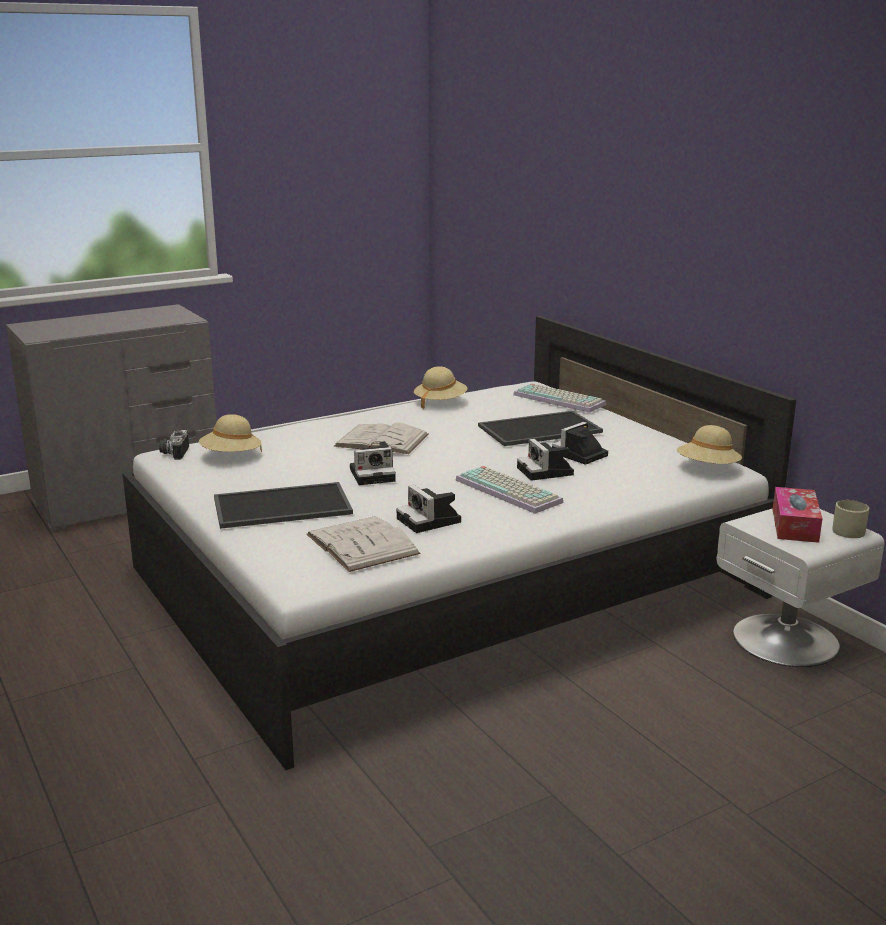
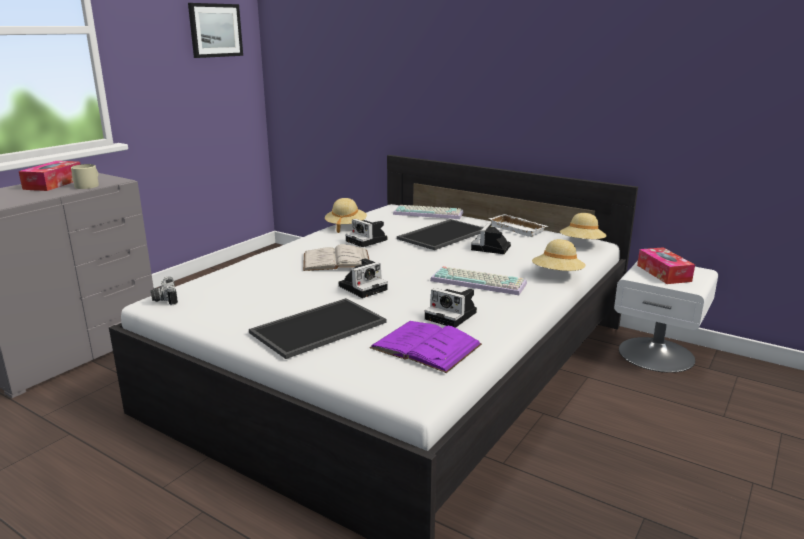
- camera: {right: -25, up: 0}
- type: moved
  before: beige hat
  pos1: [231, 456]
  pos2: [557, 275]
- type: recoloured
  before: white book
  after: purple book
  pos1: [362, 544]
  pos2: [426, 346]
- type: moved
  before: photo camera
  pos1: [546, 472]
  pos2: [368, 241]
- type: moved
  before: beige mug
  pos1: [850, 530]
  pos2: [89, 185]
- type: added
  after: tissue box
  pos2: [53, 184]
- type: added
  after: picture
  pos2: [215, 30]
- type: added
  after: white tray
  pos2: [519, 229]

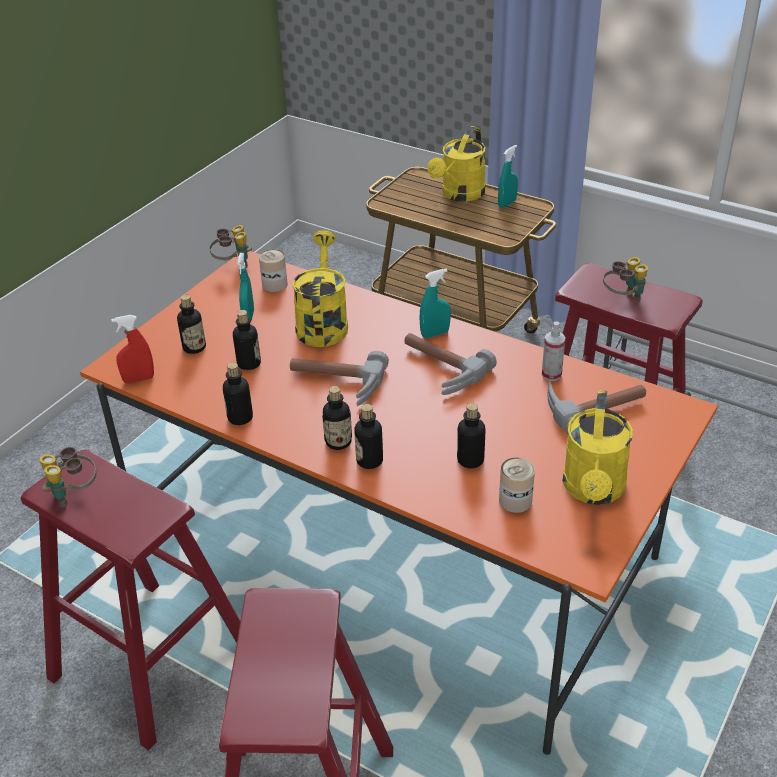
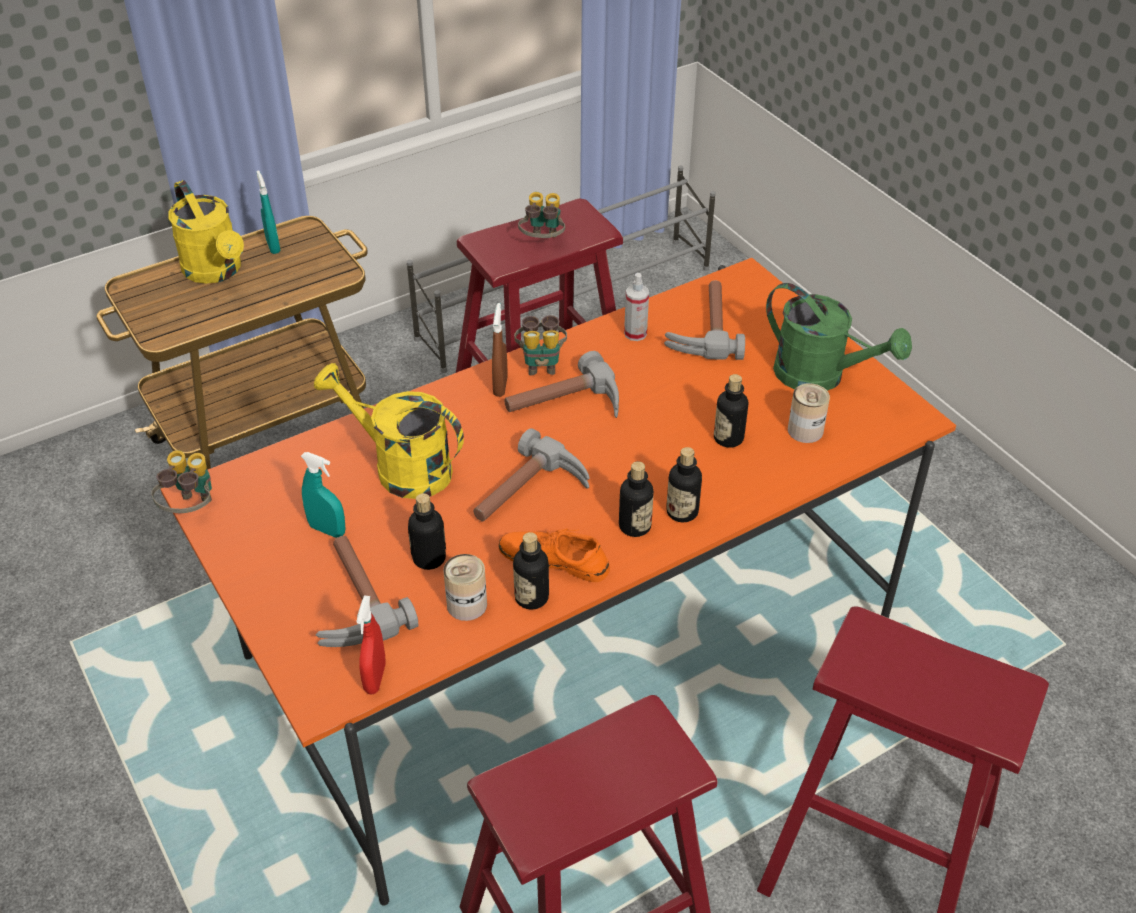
- camera: {right: -65, up: 5}
- type: moved
  before: binoculars
  pos1: [74, 494]
  pos2: [541, 364]
- type: replaced
  before: bottle
  after: hammer
  pos1: [194, 347]
  pos2: [350, 602]
- type: moved
  before: can
  pos1: [275, 285]
  pos2: [467, 604]
- type: recoloured
  before: turquoise spray bottle
  after: brown spray bottle
  pos1: [435, 334]
  pos2: [500, 386]
- type: recoloured
  before: yellow watering can
  after: green watering can
  pos1: [593, 491]
  pos2: [821, 376]
- type: added
  after: orange shoe
  pos2: [554, 560]

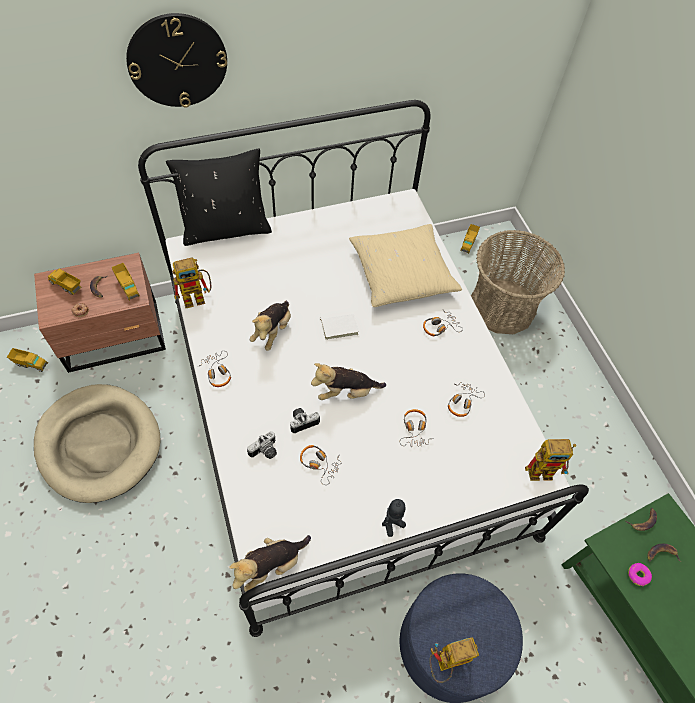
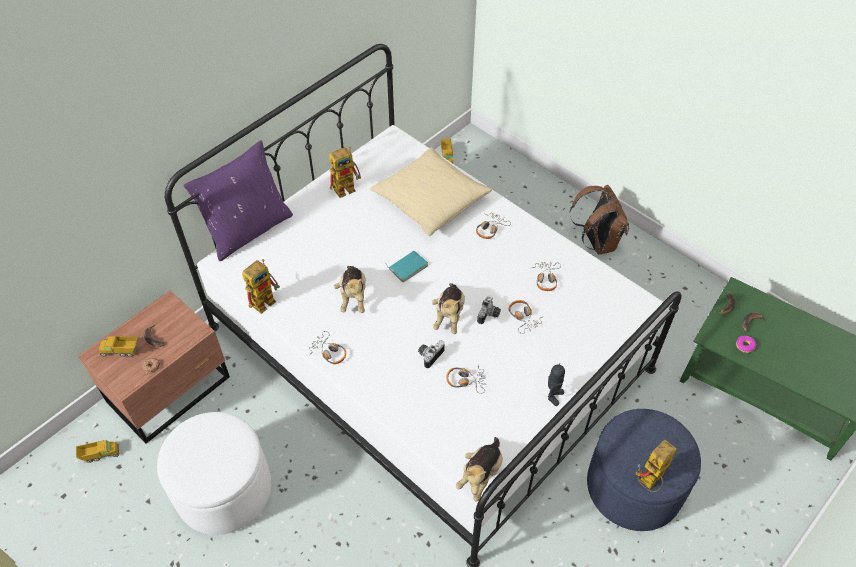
- camera: {right: -25, up: -5}
- type: replaced
  before: beige dog bed
  after: white ottoman
  pos1: [99, 444]
  pos2: [224, 490]
- type: removed
  before: toy truck
  pos1: [128, 287]
- type: removed
  before: wall clock
  pos1: [177, 61]
- type: recoloured
  before: black pillow
  after: purple pillow
  pos1: [226, 228]
  pos2: [248, 229]
- type: moved
  before: photo camera
  pos1: [265, 452]
  pos2: [489, 315]
- type: turned
  before: plush toy
  pos1: [346, 392]
  pos2: [449, 315]
  turn: -45
- type: recoloured
  before: white book
  after: turquoise book
  pos1: [339, 327]
  pos2: [407, 267]
- type: removed
  before: basket
  pos1: [502, 307]
- type: moved
  before: toy robot
  pos1: [545, 470]
  pos2: [348, 187]
- type: added
  after: brown backpack
  pos2: [596, 242]

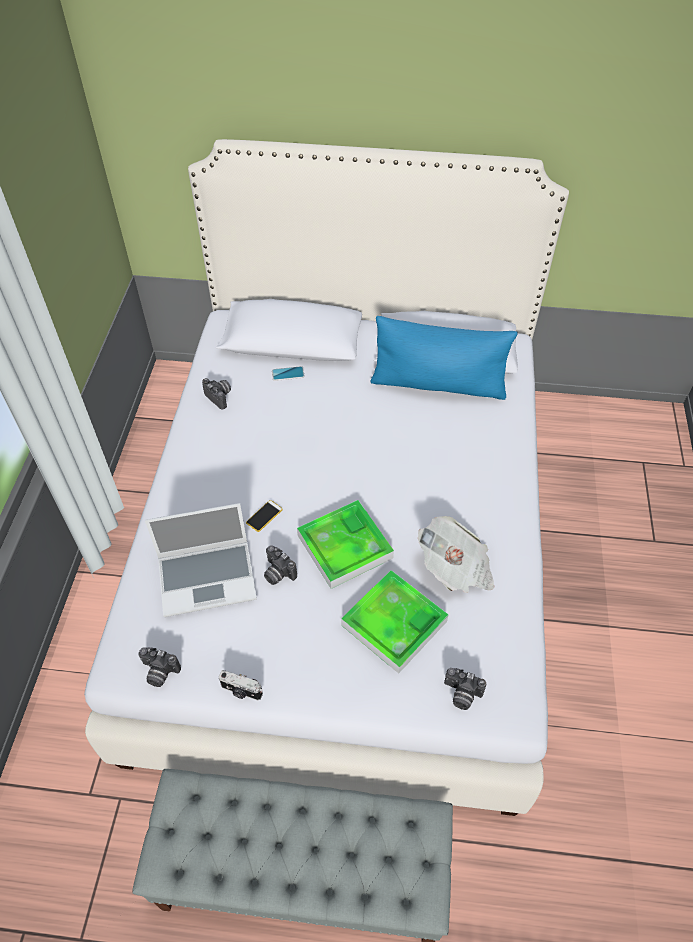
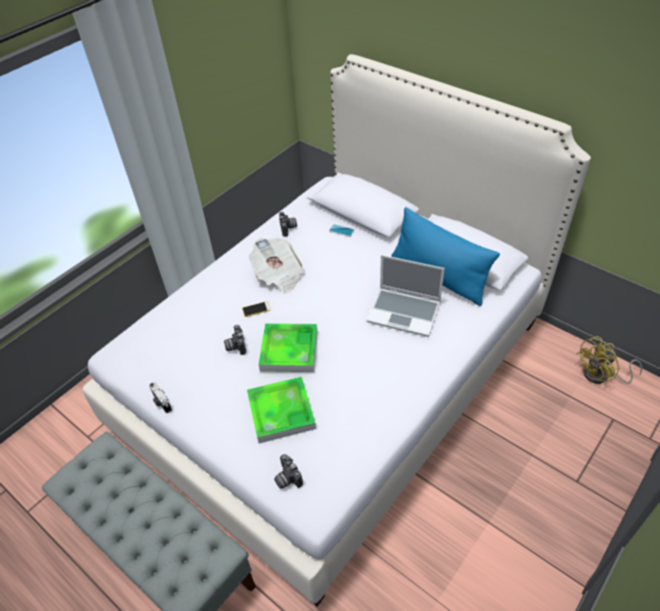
- camera: {right: 35, up: -5}
- type: removed
  before: photo camera
  pos1: [159, 673]
- type: moved
  before: laptop
  pos1: [208, 577]
  pos2: [405, 312]
- type: moved
  before: newspaper
  pos1: [455, 568]
  pos2: [279, 275]
- type: added
  after: yellow fan
  pos2: [601, 376]

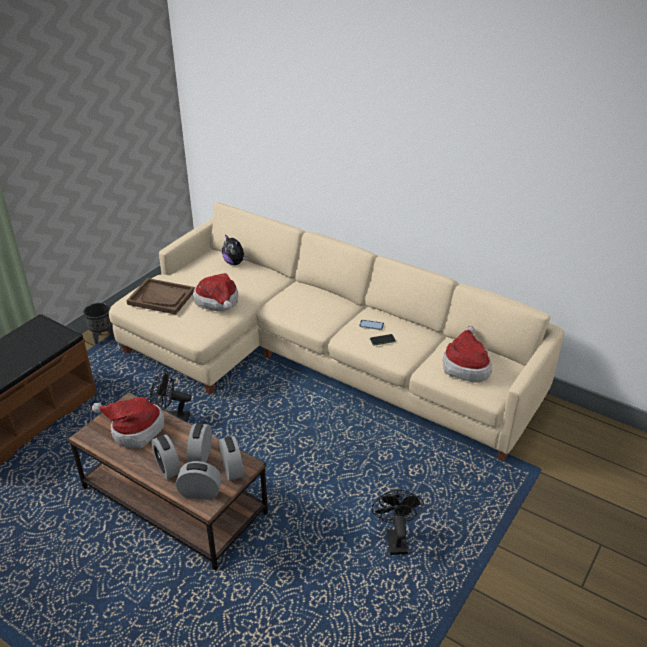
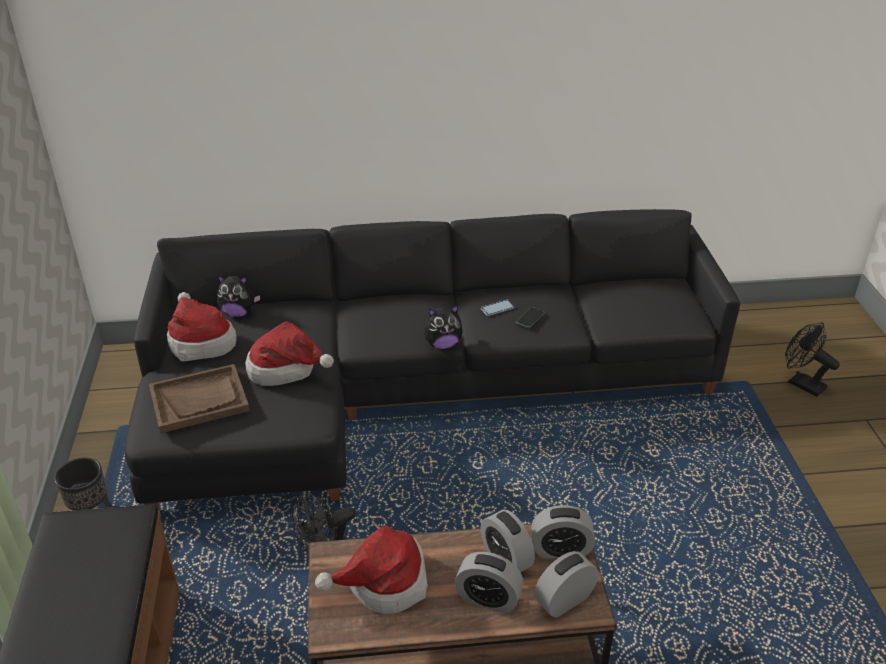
- camera: {right: -40, up: 0}
- type: recoloured
  before: beige sofa
  after: black sofa
  pos1: [315, 356]
  pos2: [407, 389]
- type: turned
  before: alarm clock
  pos1: [232, 469]
  pos2: [560, 550]
  turn: 150
- type: moved
  before: black fan
  pos1: [395, 538]
  pos2: [801, 383]
- type: moved
  before: hat
  pos1: [465, 366]
  pos2: [200, 342]
- type: added
  after: plush toy
  pos2: [442, 344]

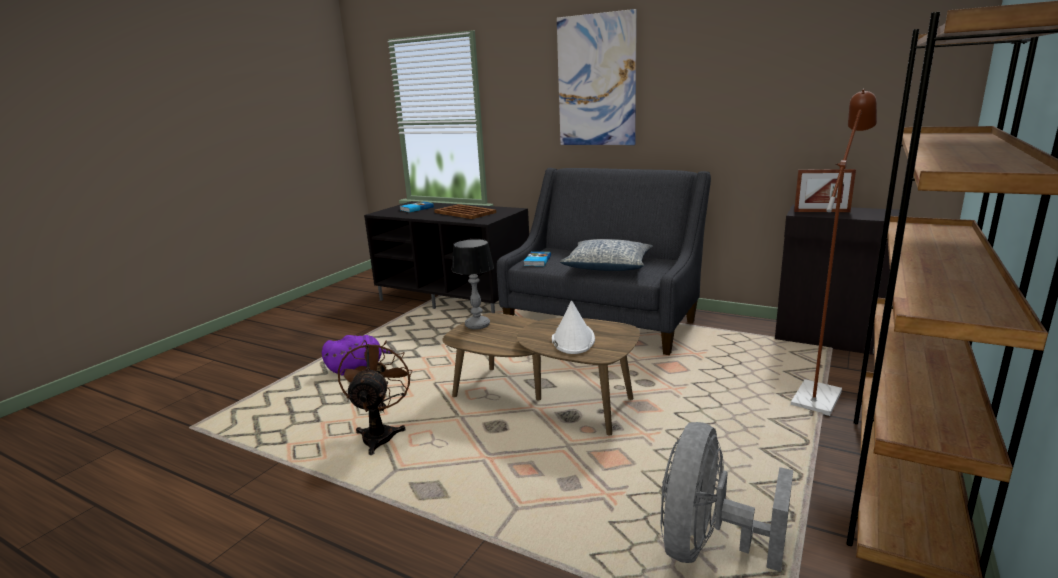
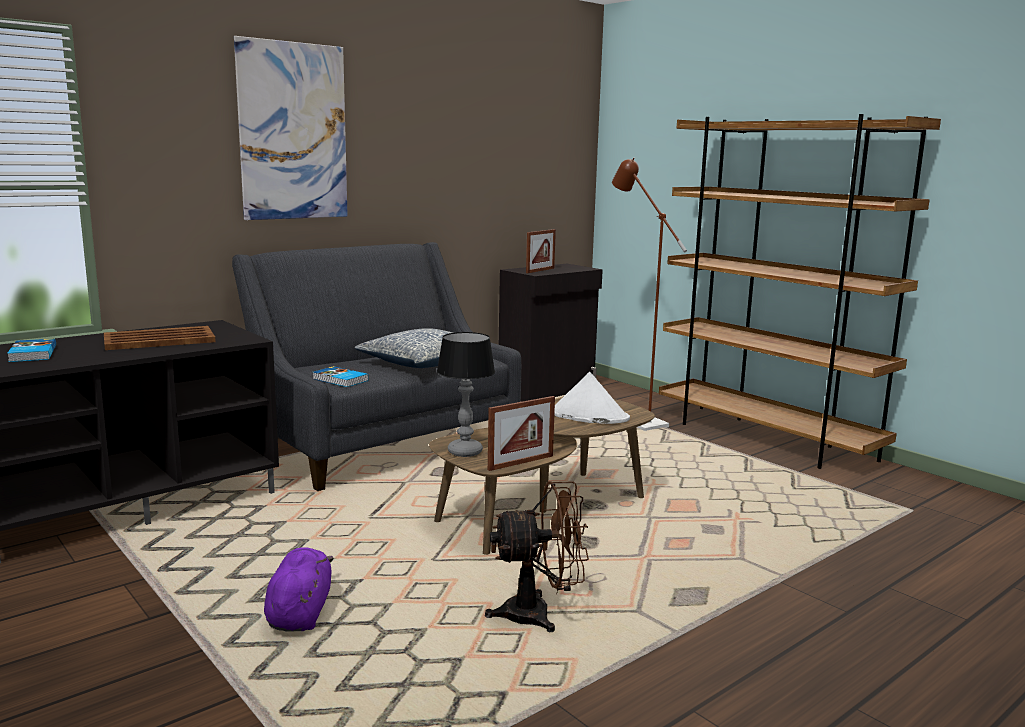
- camera: {right: -70, up: -5}
- type: turned
  before: brown fan
  pos1: [380, 434]
  pos2: [539, 614]
  turn: 150
- type: removed
  before: grey fan
  pos1: [708, 546]
- type: added
  after: picture frame
  pos2: [521, 463]

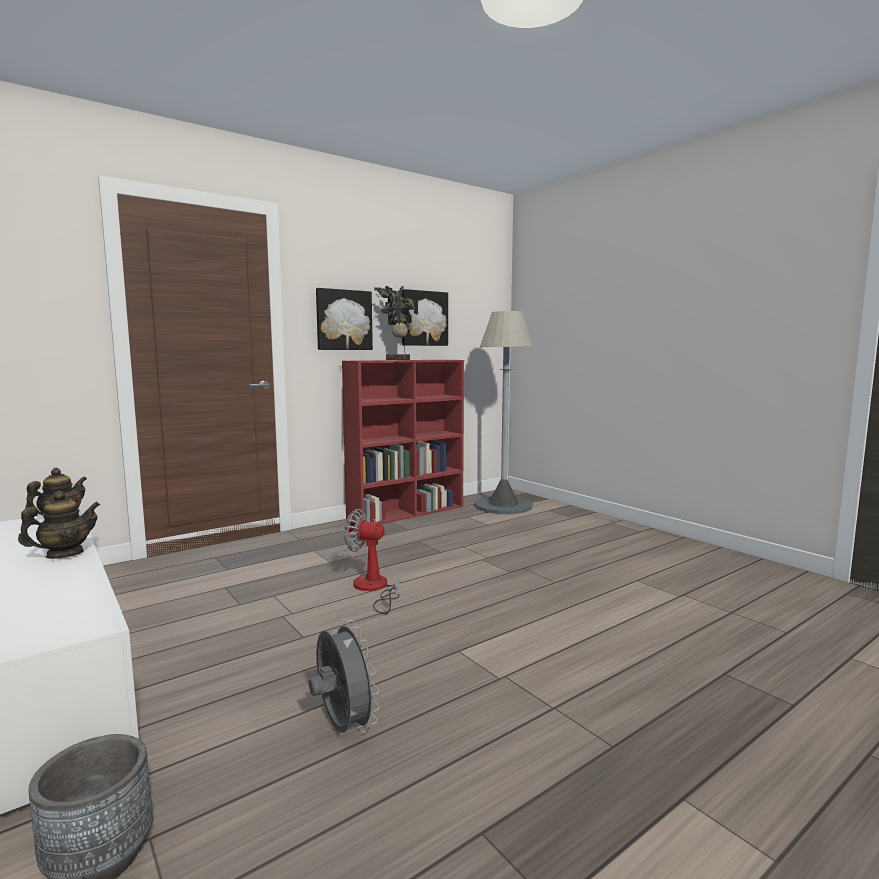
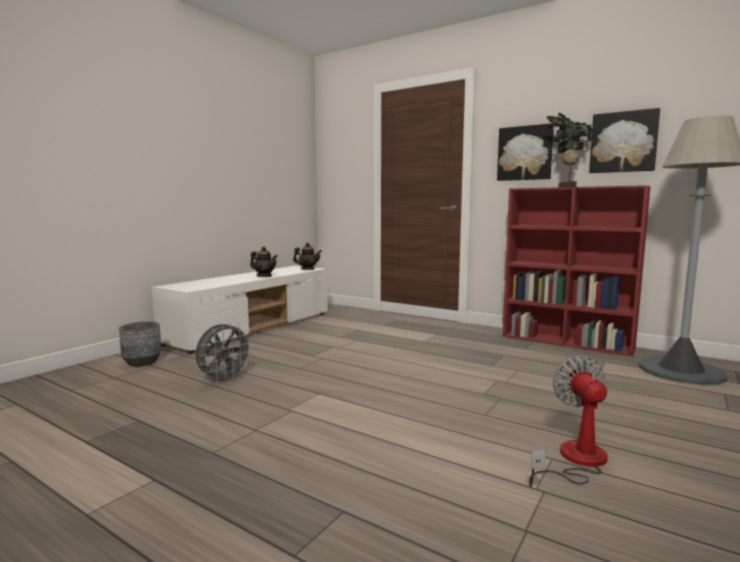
- camera: {right: 70, up: 0}
- type: moved
  before: fan
  pos1: [373, 589]
  pos2: [575, 461]

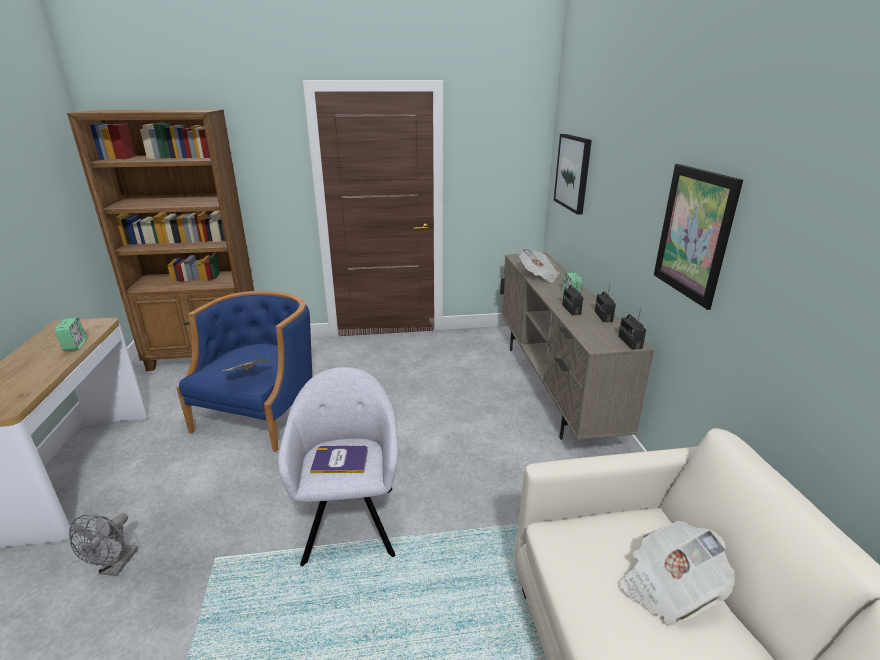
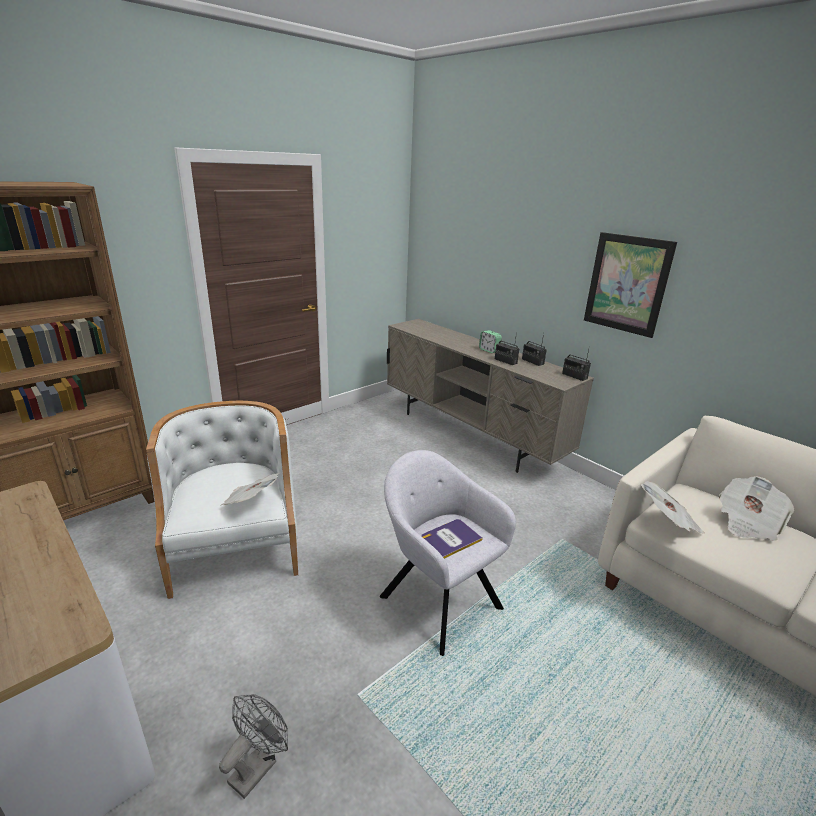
- camera: {right: -35, up: 0}
- type: removed
  before: alarm clock
  pos1: [75, 346]
- type: turned
  before: grey fan
  pos1: [115, 566]
  pos2: [257, 765]
  turn: -120
- type: recoloured
  before: blue armchair
  after: white armchair
  pos1: [262, 413]
  pos2: [235, 545]
- type: moved
  before: newspaper
  pos1: [538, 276]
  pos2: [667, 521]
- type: removed
  before: picture
  pos1: [573, 172]

